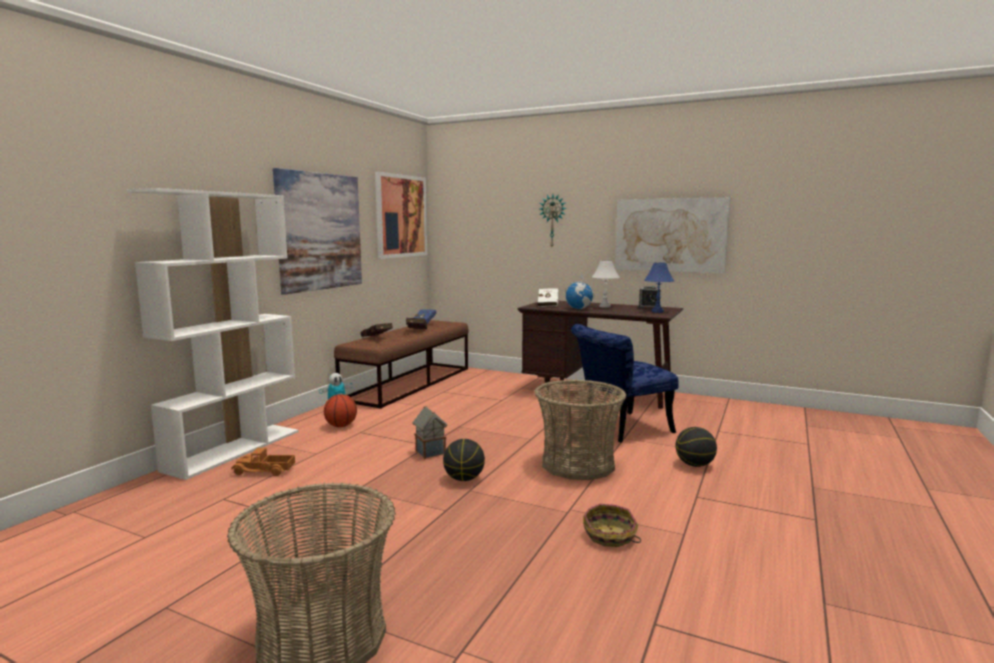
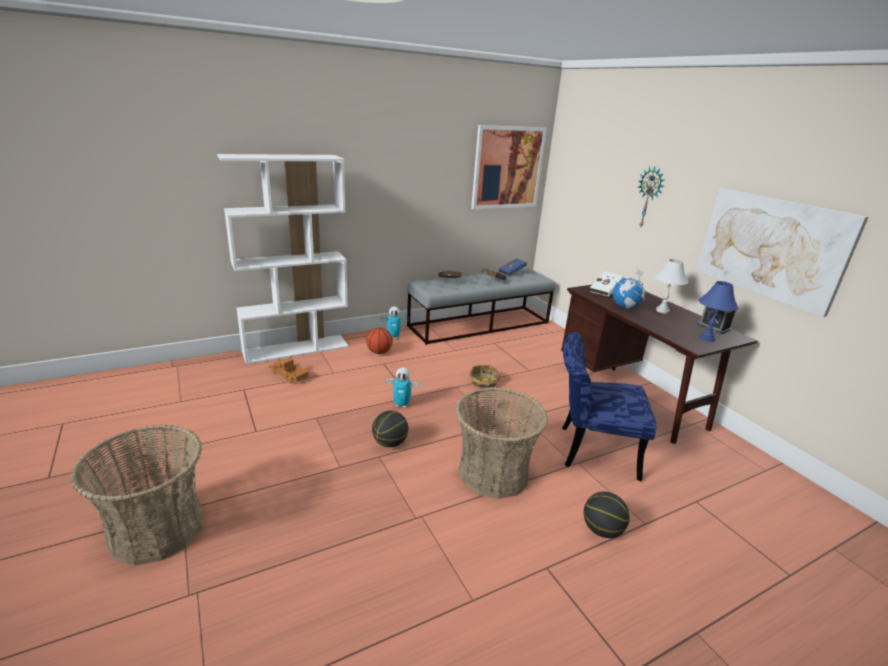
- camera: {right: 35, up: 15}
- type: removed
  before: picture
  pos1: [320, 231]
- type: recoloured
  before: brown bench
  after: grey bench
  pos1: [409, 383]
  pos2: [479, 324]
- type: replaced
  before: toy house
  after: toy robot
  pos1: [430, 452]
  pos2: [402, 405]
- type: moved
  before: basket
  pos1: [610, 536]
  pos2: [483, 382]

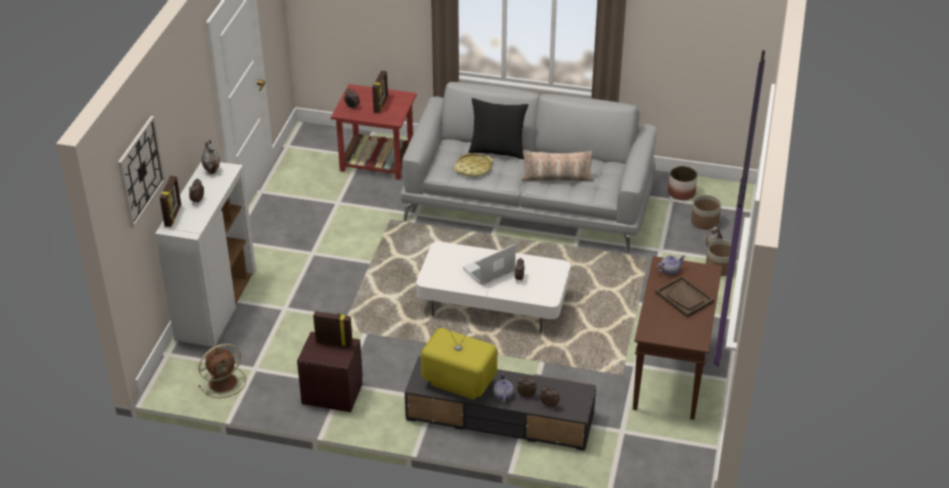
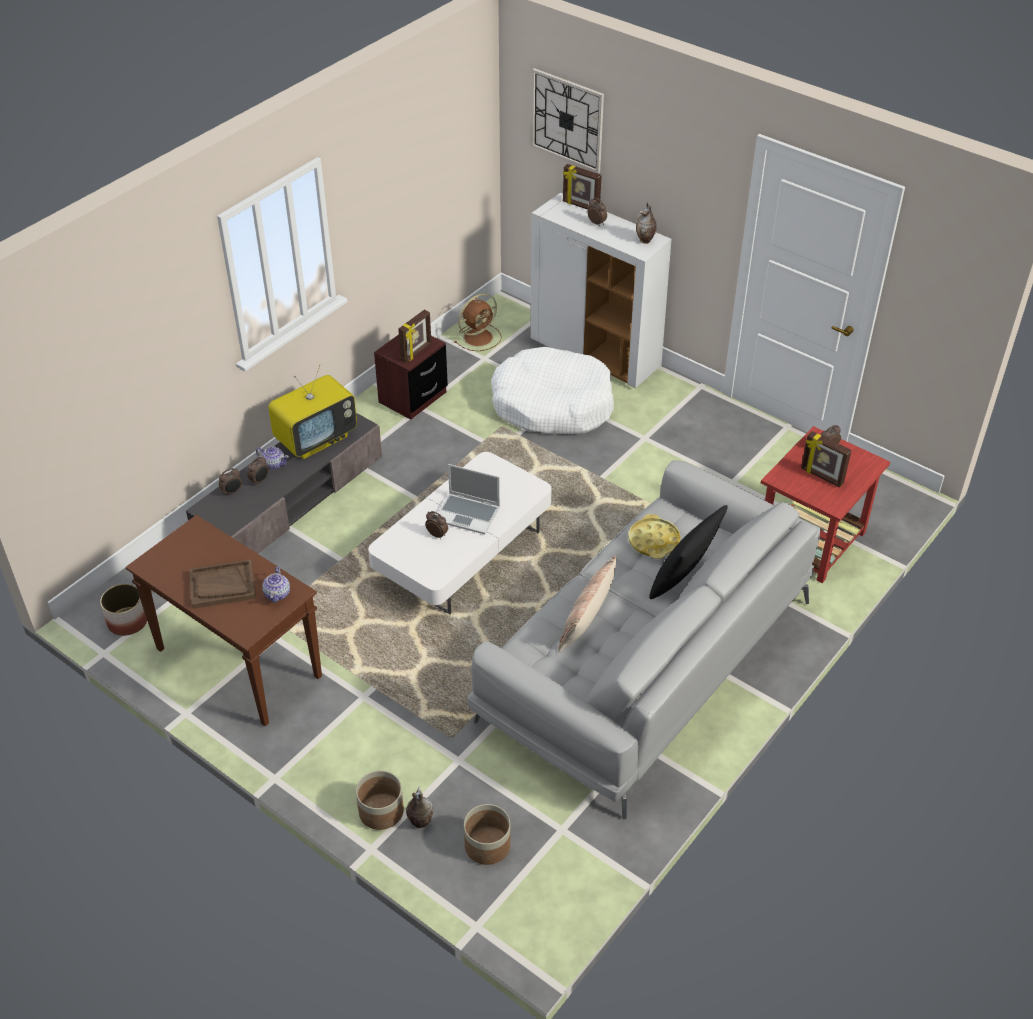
- camera: {right: 115, up: 5}
- type: turned
  before: brown fan
  pos1: [224, 382]
  pos2: [479, 337]
  turn: -120
- type: turned
  before: laptop
  pos1: [489, 270]
  pos2: [468, 514]
  turn: 120
- type: moved
  before: planter
  pos1: [681, 193]
  pos2: [127, 622]
- type: added
  after: white dog bed
  pos2: [552, 404]

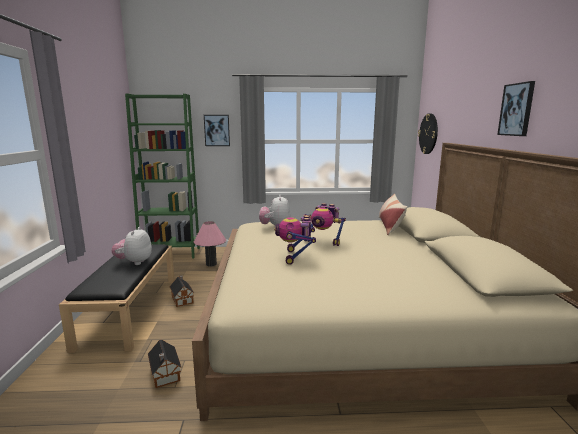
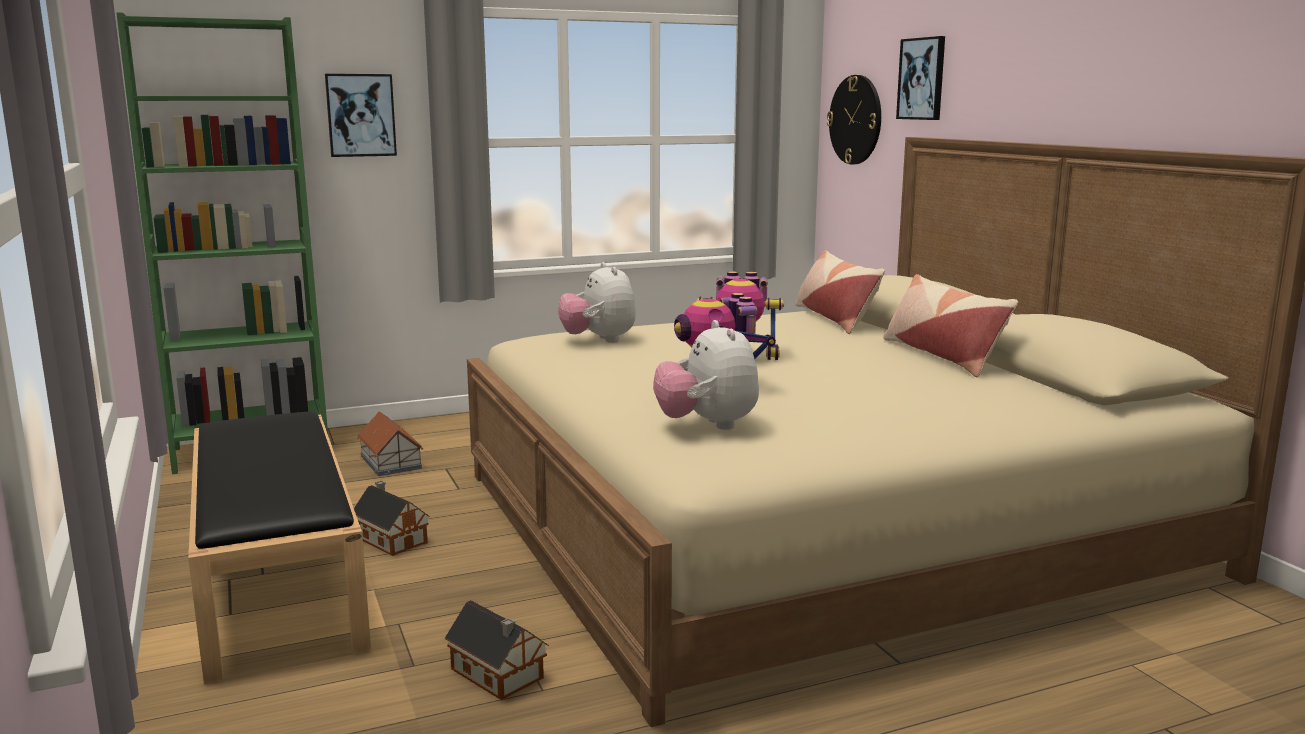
- camera: {right: -20, up: 0}
- type: moved
  before: plush toy
  pos1: [134, 262]
  pos2: [707, 425]
- type: replaced
  before: pink table lamp
  after: toy house
  pos1: [211, 264]
  pos2: [391, 462]
- type: moved
  before: picture
  pos1: [516, 109]
  pos2: [922, 79]
- type: added
  after: pillow
  pos2: [942, 356]

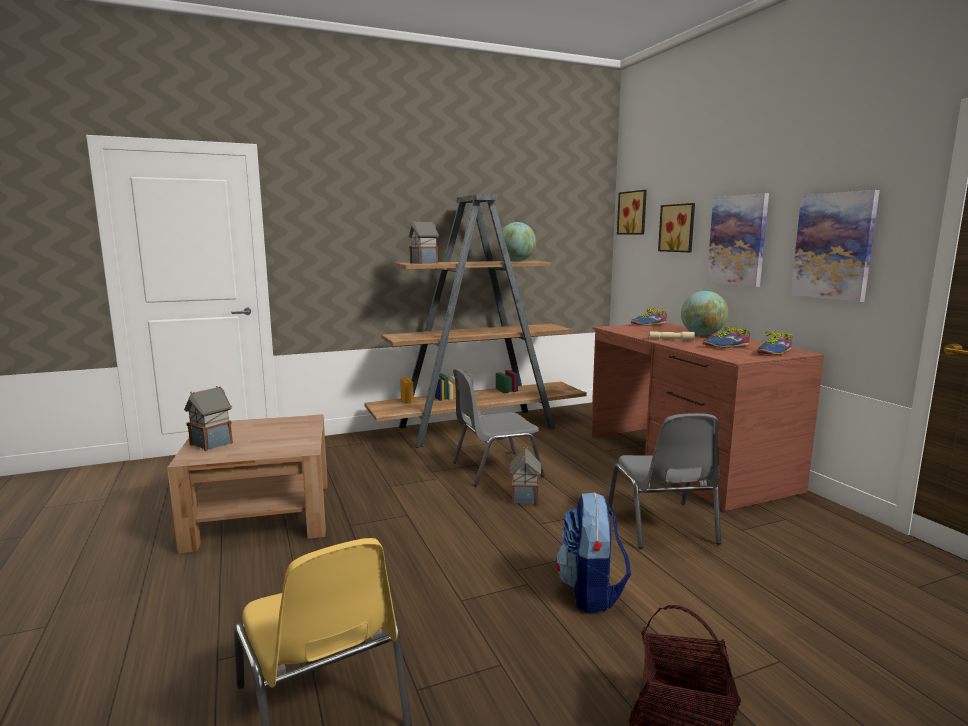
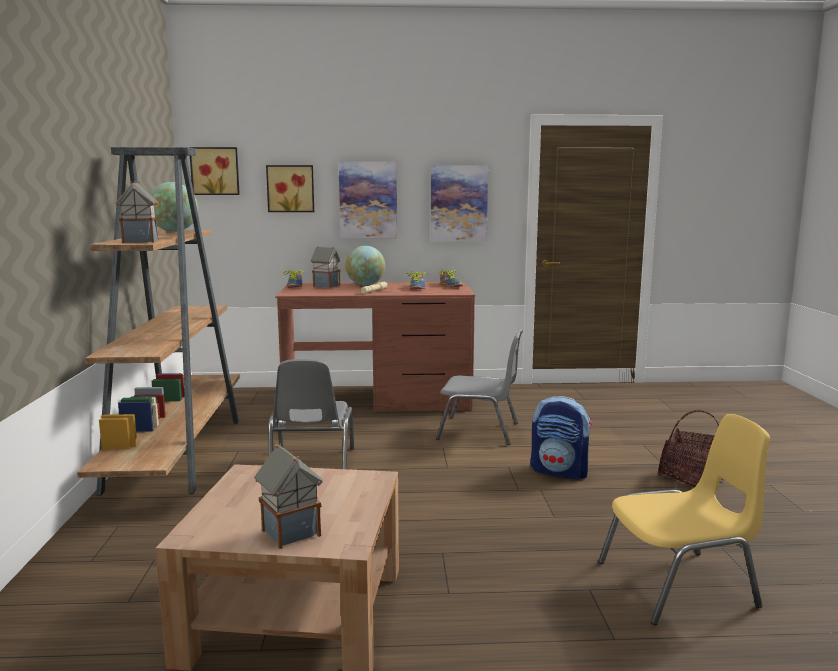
- camera: {right: -70, up: 0}
- type: moved
  before: toy house
  pos1: [524, 498]
  pos2: [326, 286]

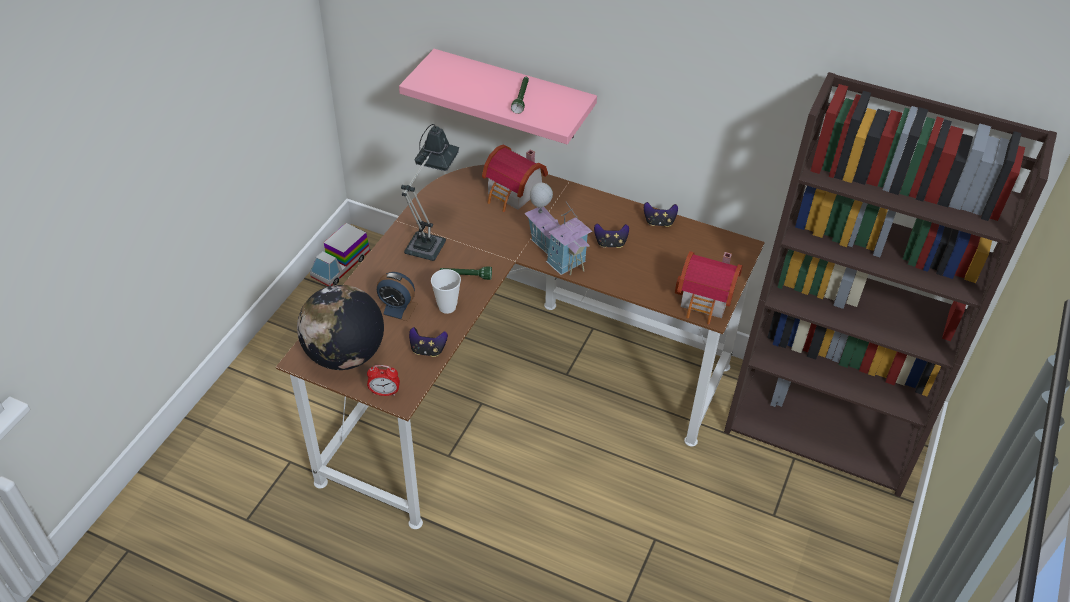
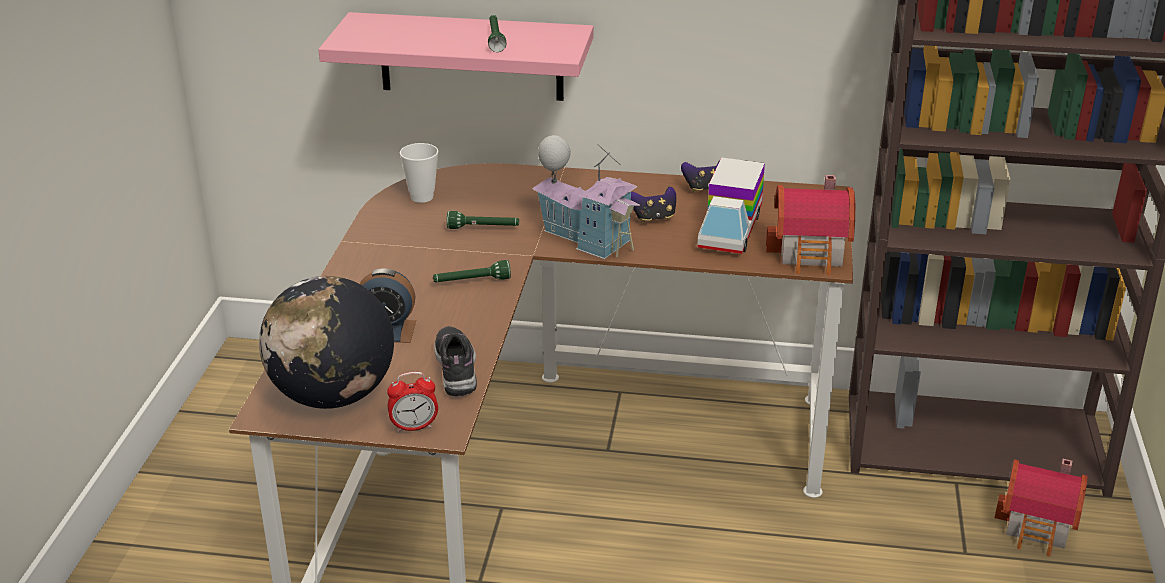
- camera: {right: -15, up: -15}
- type: moved
  before: toy truck
  pos1: [340, 266]
  pos2: [730, 229]
- type: removed
  before: table lamp
  pos1: [429, 241]
- type: replaced
  before: game controller
  after: shoe
  pos1: [428, 350]
  pos2: [456, 368]
- type: moved
  before: cup
  pos1: [447, 307]
  pos2: [422, 197]
- type: moved
  before: toy house
  pos1: [513, 194]
  pos2: [1039, 527]
- type: added
  after: green flashlight
  pos2: [483, 228]

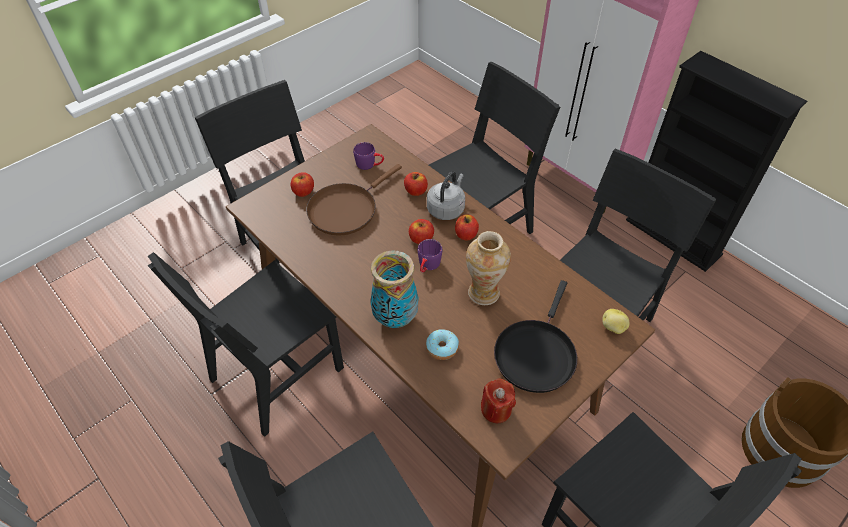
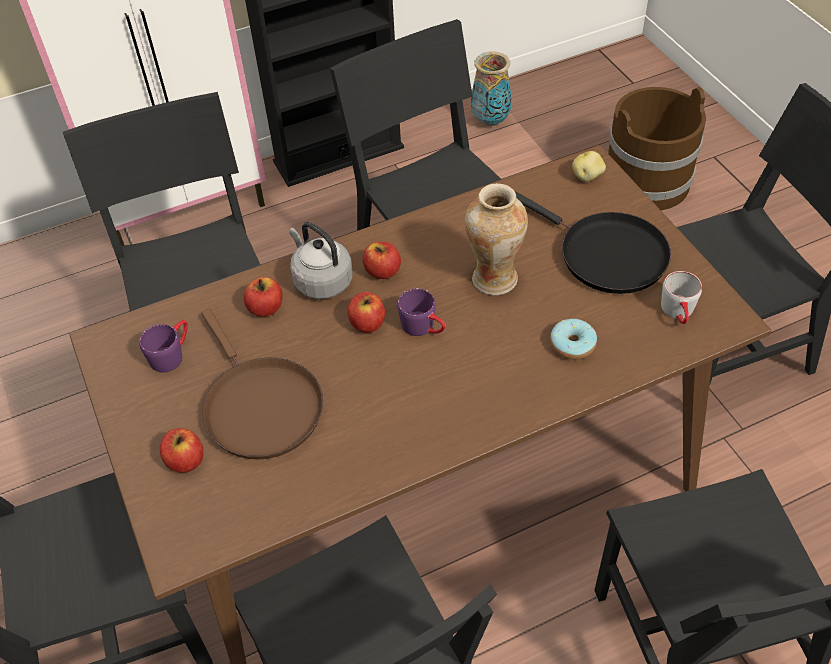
- camera: {right: -70, up: 0}
- type: moved
  before: vase
  pos1: [394, 318]
  pos2: [490, 121]
- type: replaced
  before: red candle
  after: grey mug
  pos1: [496, 409]
  pos2: [678, 313]

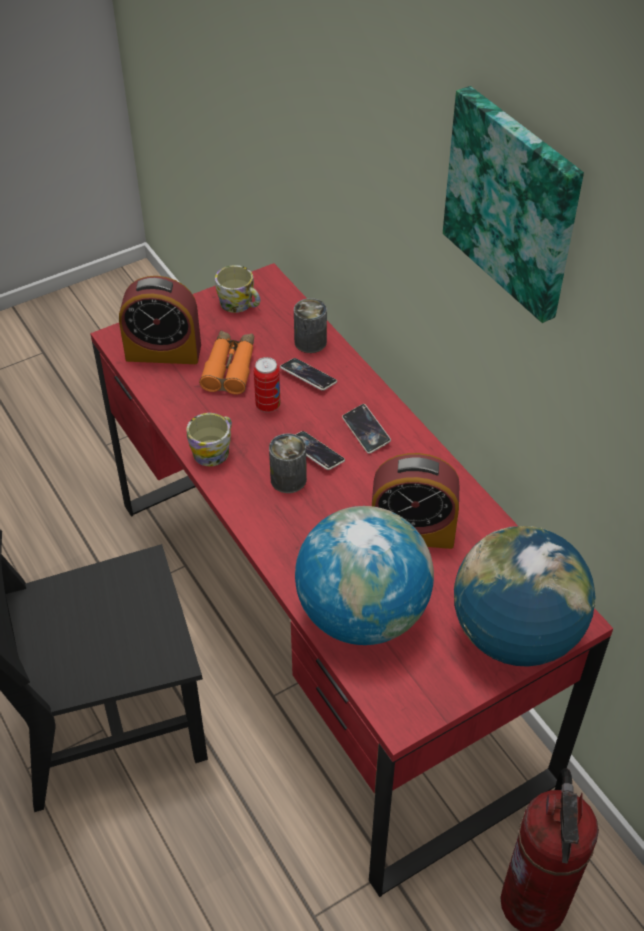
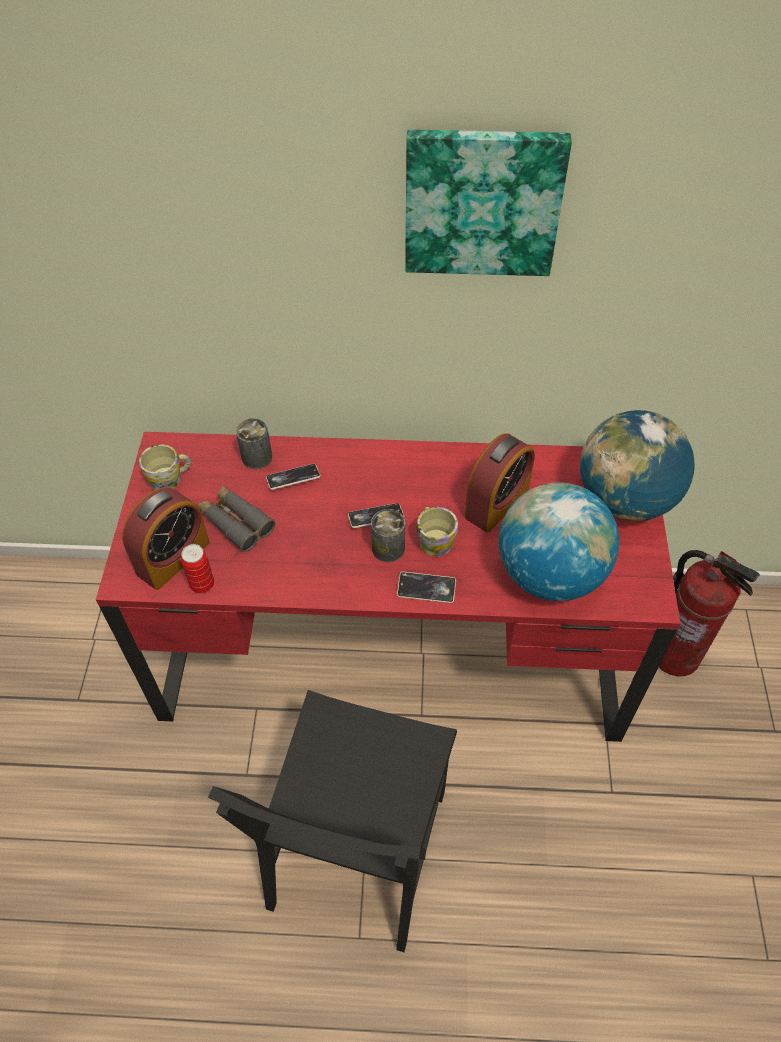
- camera: {right: -55, up: 5}
- type: moved
  before: mug
  pos1: [214, 450]
  pos2: [434, 539]
- type: recoloured
  before: orange binoculars
  after: grey binoculars
  pos1: [230, 368]
  pos2: [236, 522]
- type: moved
  before: can
  pos1: [268, 405]
  pos2: [202, 585]
- type: moved
  before: phone
  pos1: [366, 431]
  pos2: [426, 589]

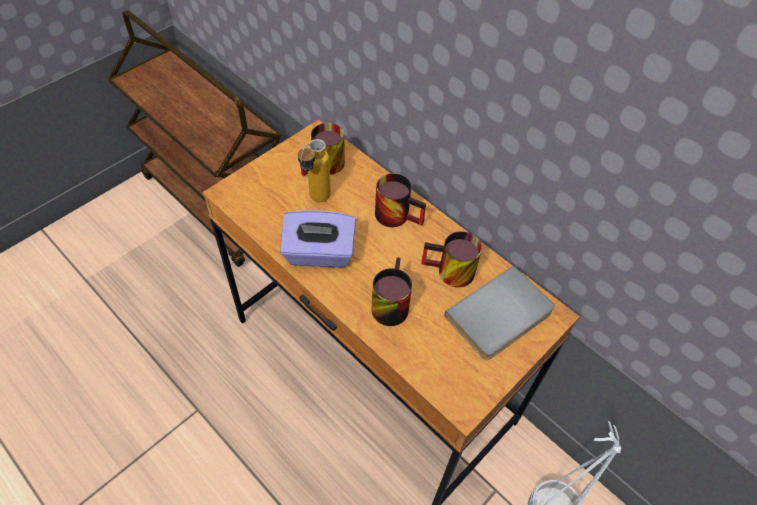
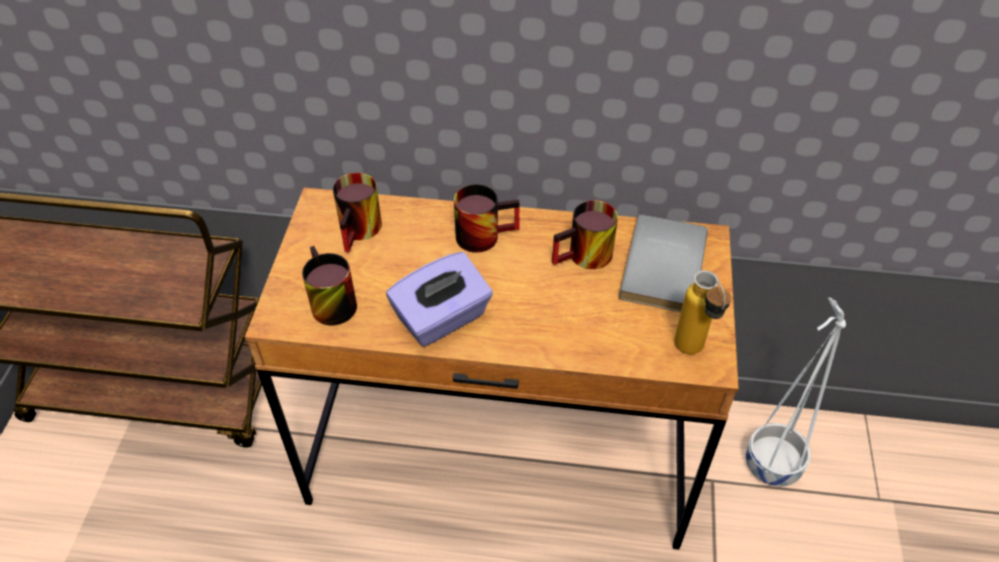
- camera: {right: -35, up: -5}
- type: moved
  before: bottle
  pos1: [315, 201]
  pos2: [693, 354]
- type: moved
  before: mug
  pos1: [387, 303]
  pos2: [327, 303]

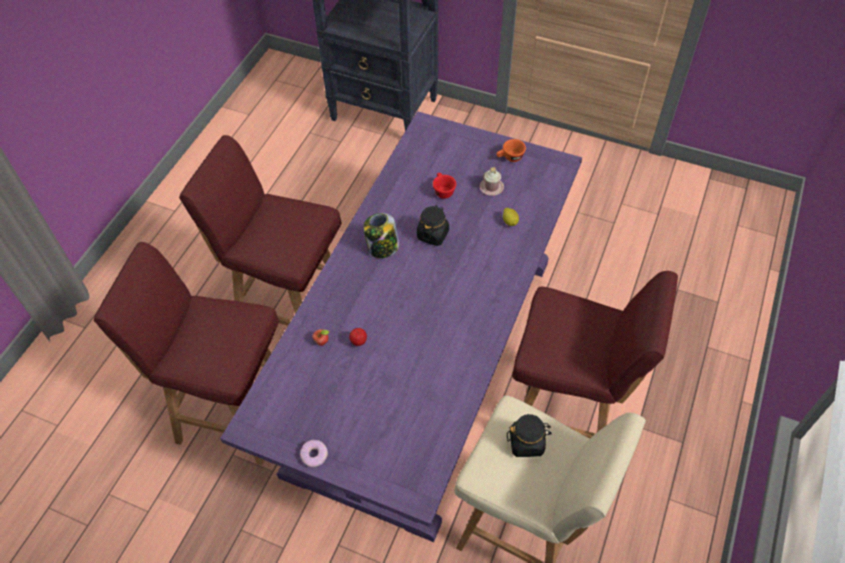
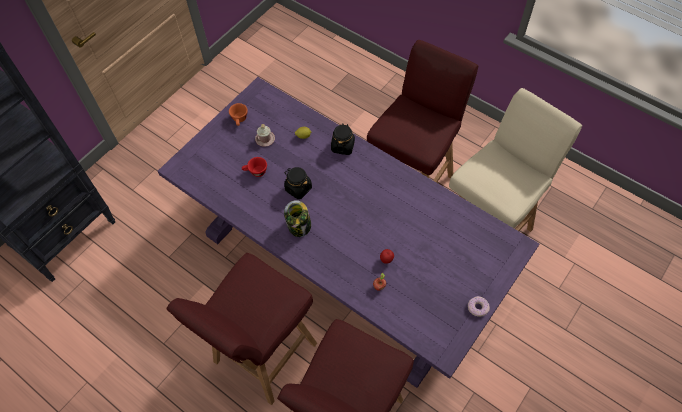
- camera: {right: -75, up: 5}
- type: moved
  before: black jar
  pos1: [526, 442]
  pos2: [343, 146]

